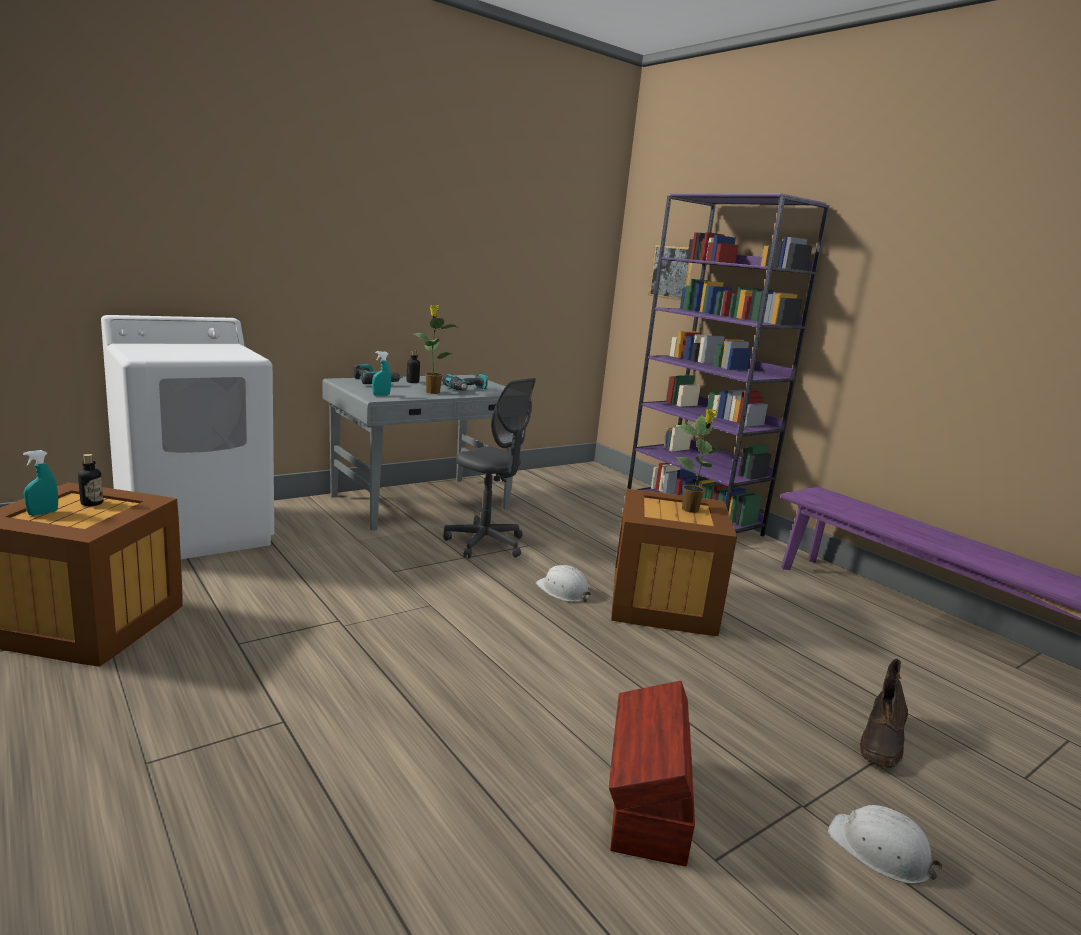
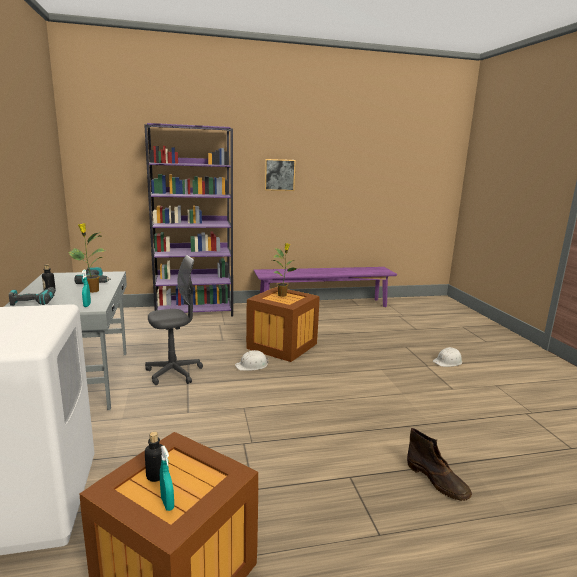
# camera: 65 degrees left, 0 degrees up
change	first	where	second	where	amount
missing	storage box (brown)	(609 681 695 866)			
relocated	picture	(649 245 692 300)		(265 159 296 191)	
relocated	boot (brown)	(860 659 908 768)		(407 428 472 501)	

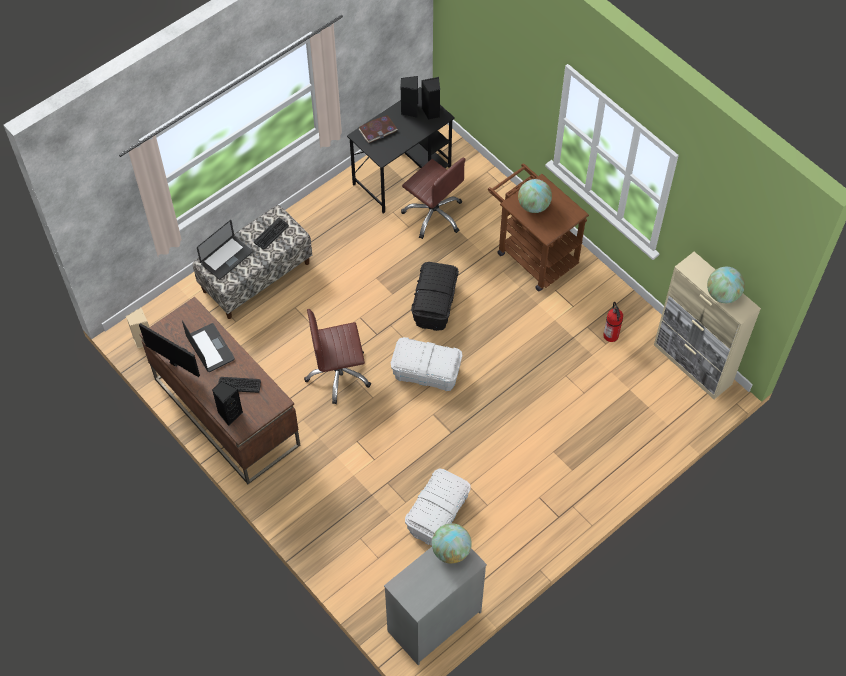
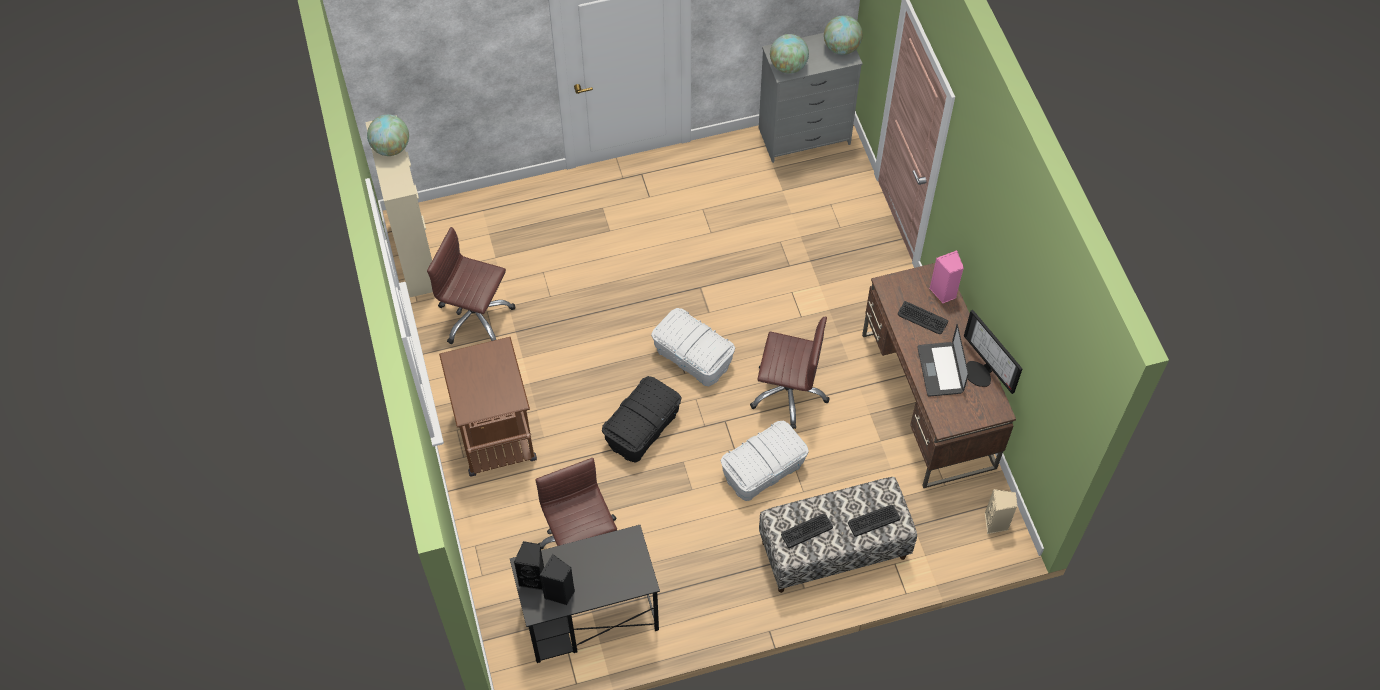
# camera: 155 degrees left, 0 degrees up
change	first	where	second	where	amount
exchanged	laptop	(197 220 253 280)	keyboard	(848 505 900 537)	
colour	speaker (black)	(212 381 243 426)	speaker (pink)	(929 250 964 303)	
missing	book	(359 115 398 143)			
relocated	storage box (white)	(405 468 471 545)		(721 421 809 501)	
relocated	globe	(518 179 552 213)		(824 15 863 55)	
exchanged	fire extinguisher	(603 302 623 342)	office chair (brown)	(427 227 515 344)	

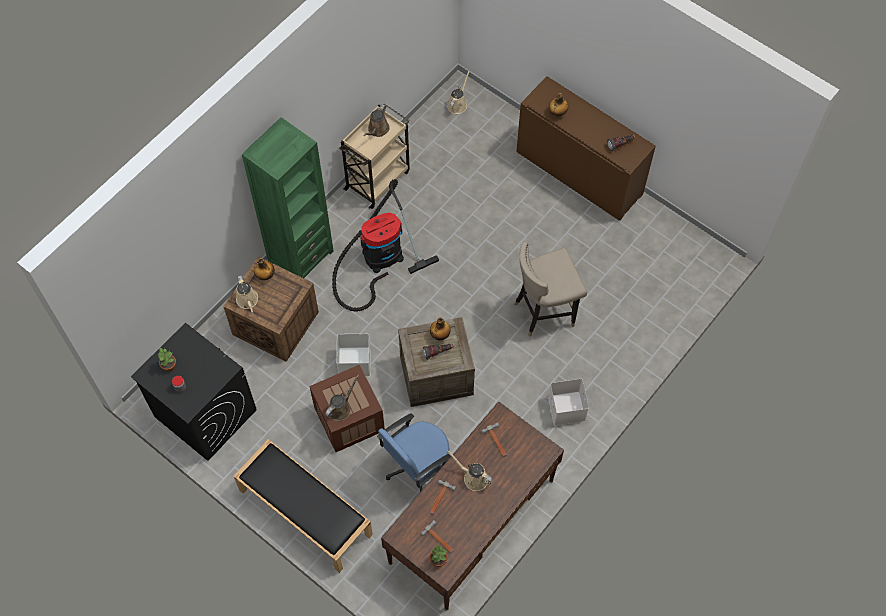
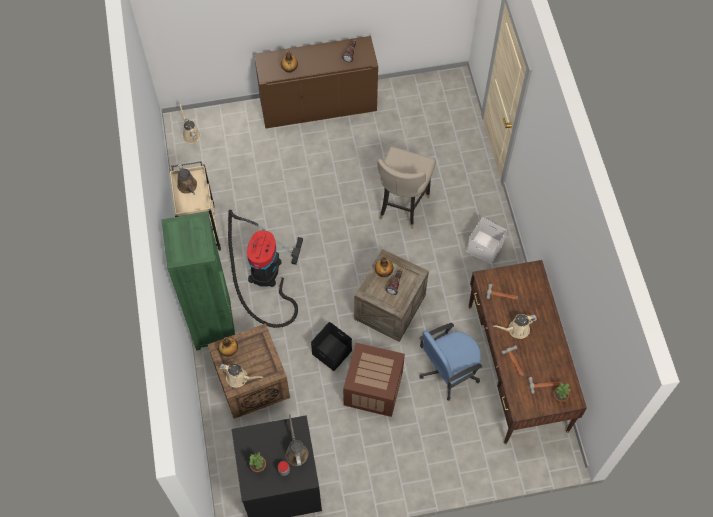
# camera: 50 degrees left, 0 degrees up
change	first	where	second	where	amount
missing	bench (black)	(234 439 373 573)			
relocated	watering can (brown)	(325 375 359 421)		(285 414 308 466)	
colour	storage box (white)	(336 334 371 377)	storage box (black)	(311 322 352 371)	
spun	office chair (blue)	(377 413 451 492)		(419 323 482 401)	60 degrees clockwise

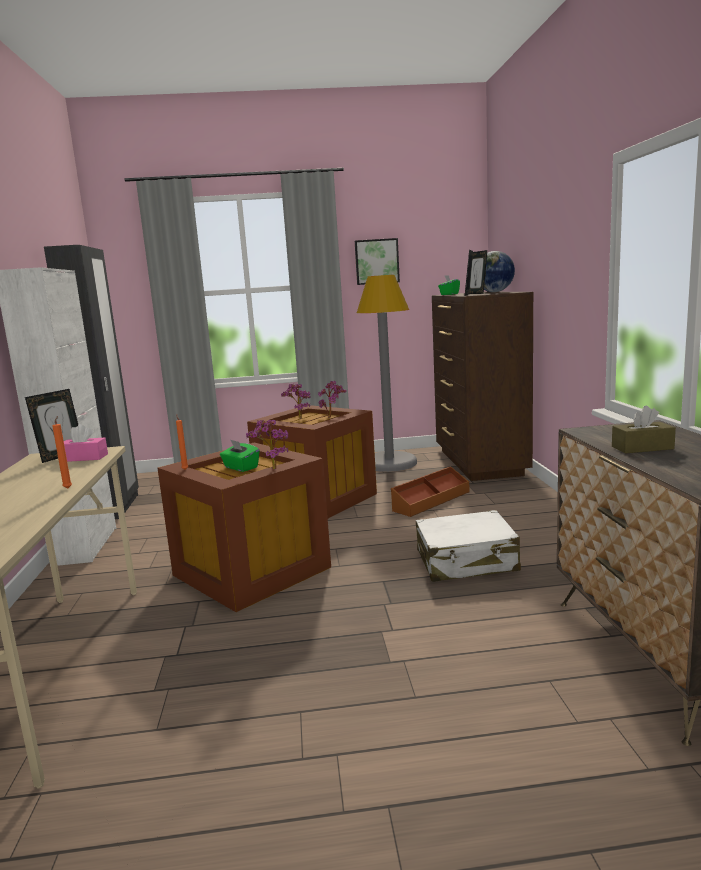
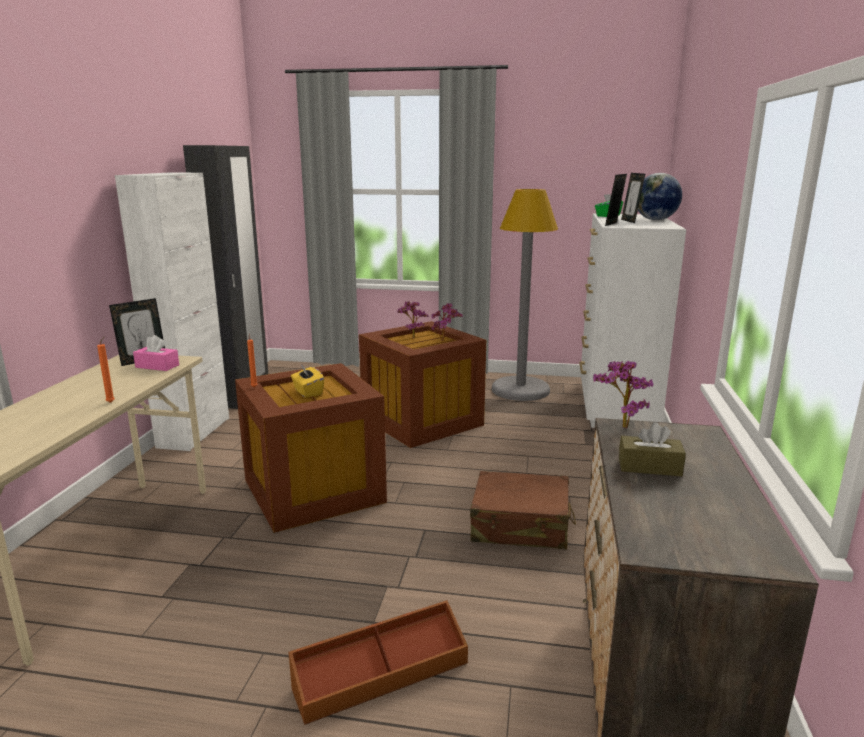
# camera: 15 degrees right, 5 degrees up
change	first	where	second	where	amount
colour	tissue box (green)	(220 439 260 472)	tissue box (yellow)	(291 363 324 398)	
relocated	potted plant	(246 419 288 470)		(593 361 653 428)	
missing	picture	(355 238 400 285)			
relocated	storage box (brown)	(391 466 470 517)		(288 600 468 725)	
colour	suitcase (white)	(416 510 521 582)	suitcase (brown)	(470 471 576 550)	
colour	dresser (brown)	(432 292 533 481)	dresser (white)	(579 214 686 428)	

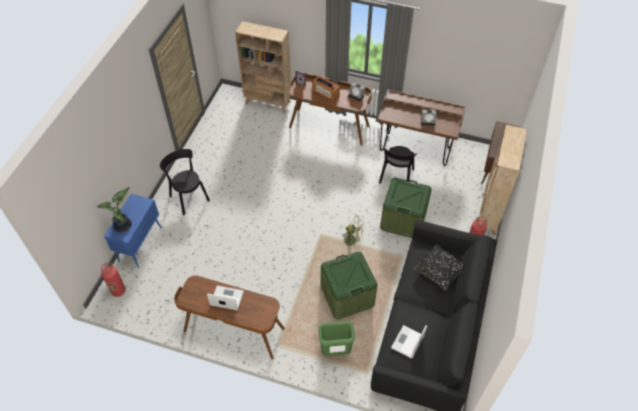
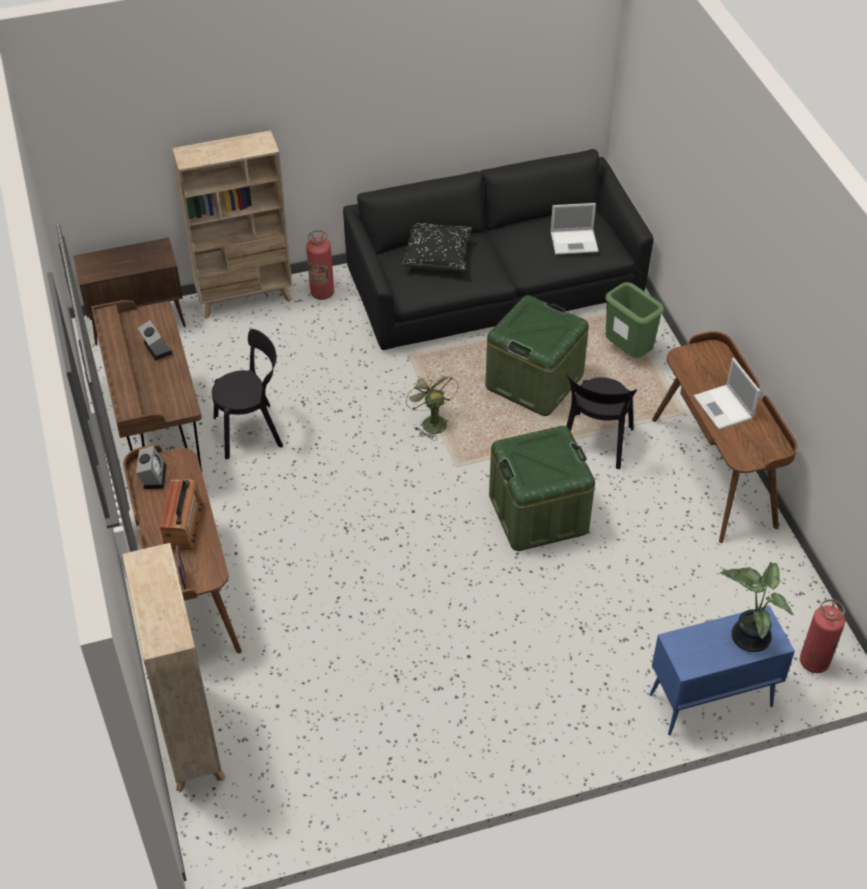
# camera: 125 degrees left, 5 degrees down
change	first	where	second	where	amount
relocated	chair (black)	(160 149 210 215)		(566 373 637 469)	
relocated	storage box (green)	(380 178 432 238)		(489 426 595 551)	

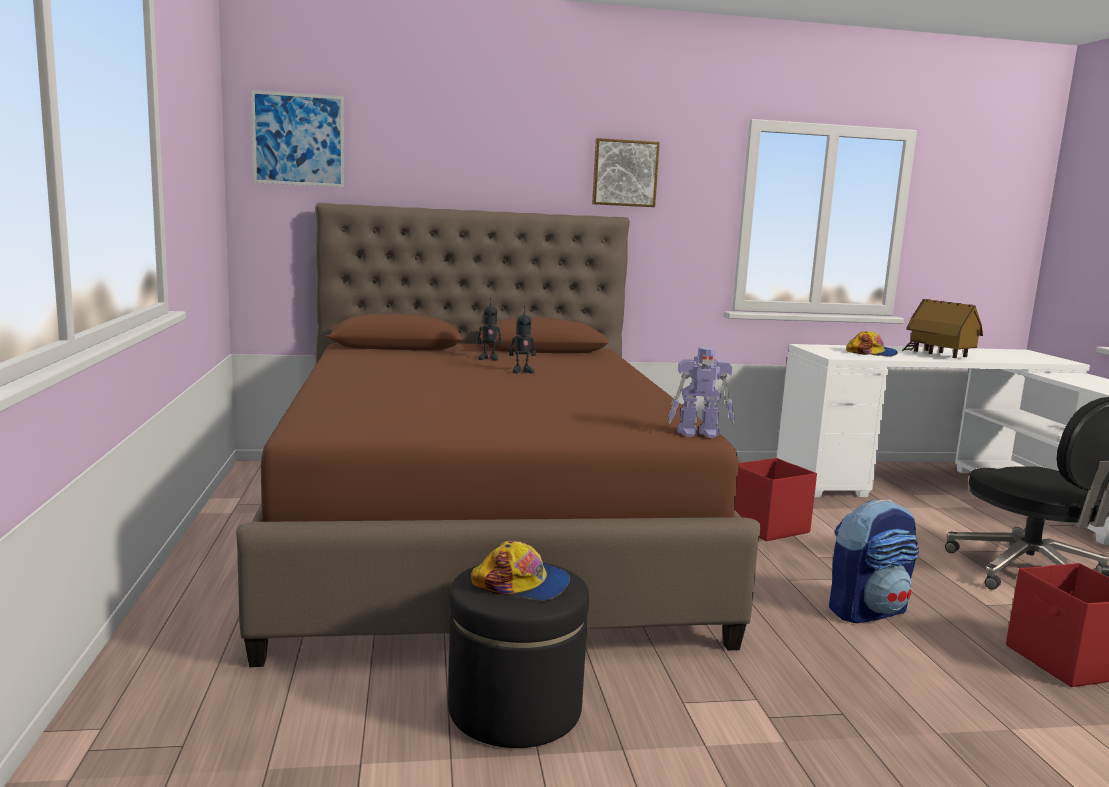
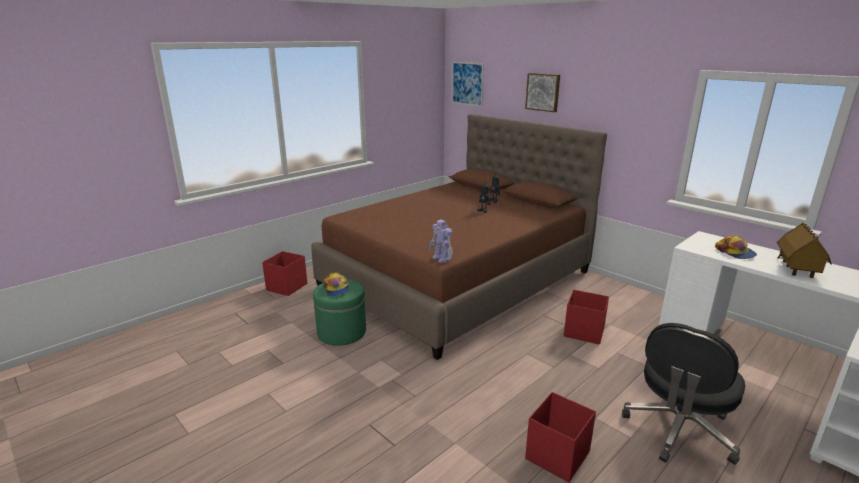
# camera: 55 degrees right, 10 degrees up
change	first	where	second	where	amount
colour	ottoman (black)	(448 562 589 748)	ottoman (green)	(313 279 366 346)	
relocated	picture	(592 138 660 207)		(525 73 560 112)	
missing	backpack	(829 500 919 623)			
appeared			storage box (red)	(262 251 307 296)	

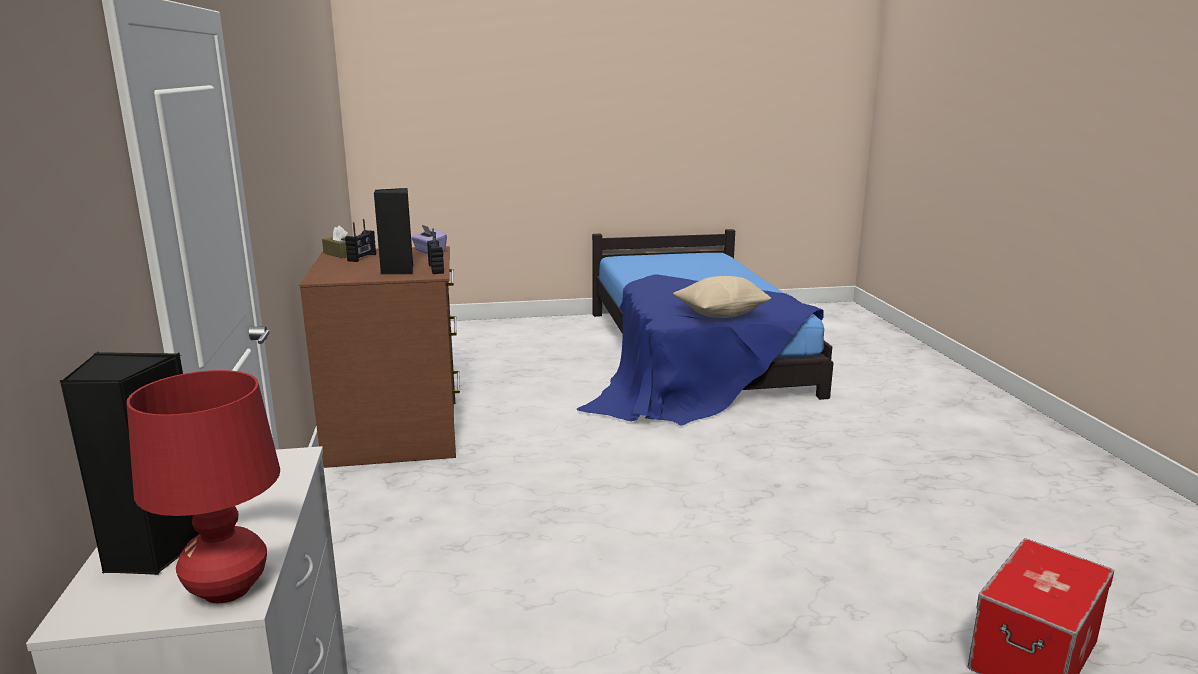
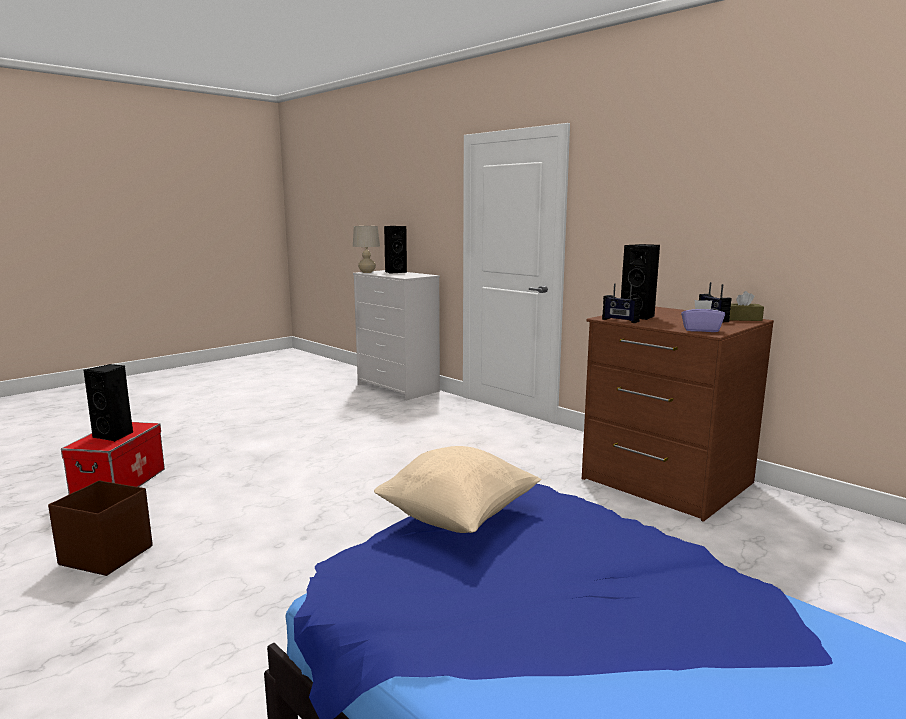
# camera: 145 degrees right, 5 degrees down
change	first	where	second	where	amount
colour	table lamp (red)	(127 370 280 603)	table lamp (beige)	(353 226 380 273)	
appeared			storage box (brown)	(48 480 153 576)	
appeared			speaker (black)	(84 364 133 442)	

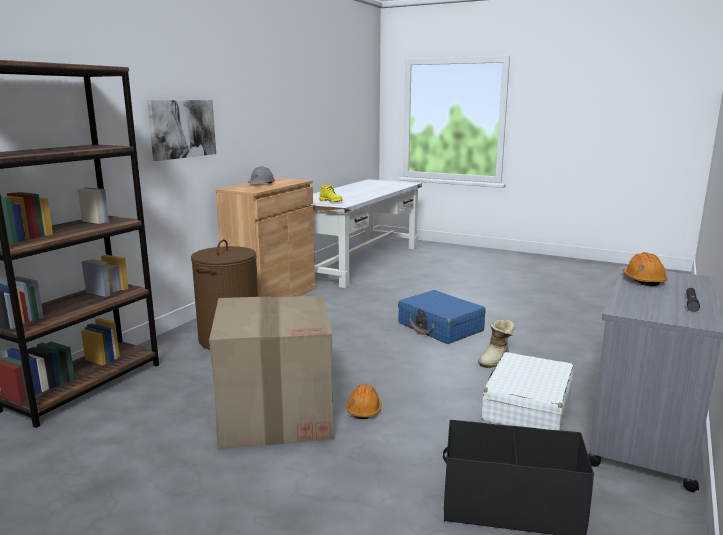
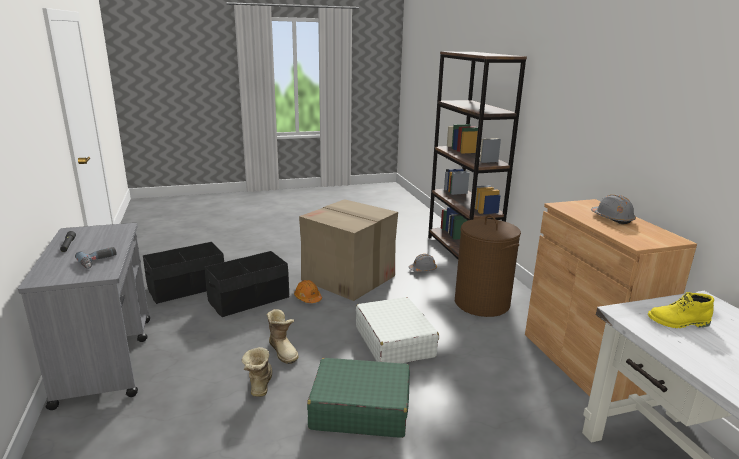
# camera: 135 degrees right, 5 degrees up
change	first	where	second	where	amount
missing	picture	(147 100 216 161)			
colour	suitcase (blue)	(398 290 486 344)	suitcase (green)	(307 358 410 438)	
relocated	suitcase (white)	(482 352 574 430)		(356 297 439 363)	
exchanged	hard hat (orange)	(623 252 667 286)	power drill	(75 247 117 269)	
appeared			storage box (black)	(205 251 289 317)	
appeared			boot	(267 309 299 364)	
appeared			hard hat (grey)	(409 254 437 272)	

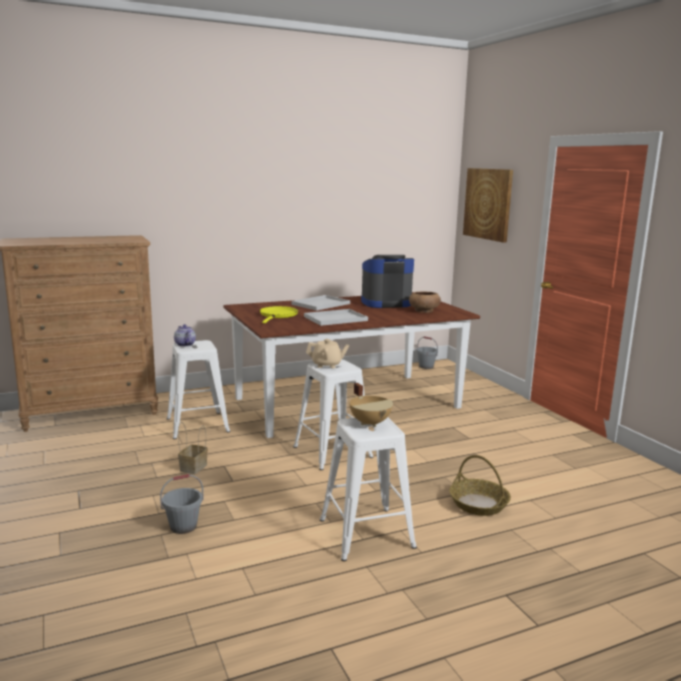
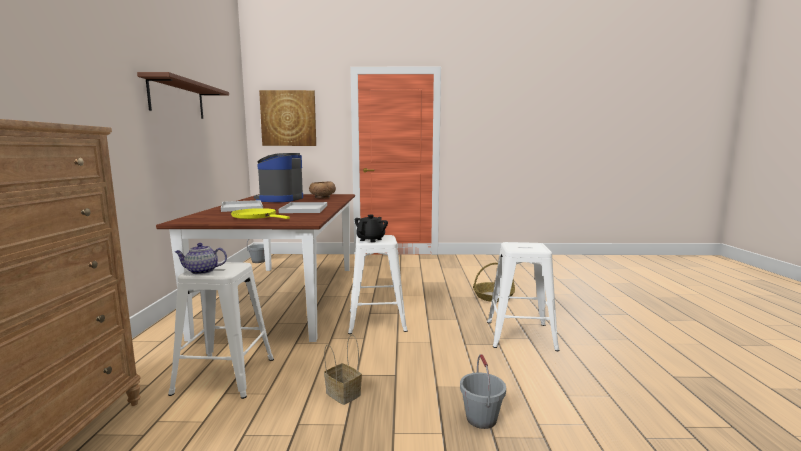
# camera: 65 degrees left, 5 degrees down
change	first	where	second	where	amount
colour	teapot (beige)	(306 339 349 368)	teapot (black)	(355 215 388 242)	
missing	cooking pot (beige)	(349 383 393 427)			
appeared			shelf (brown)	(137 72 229 119)	

